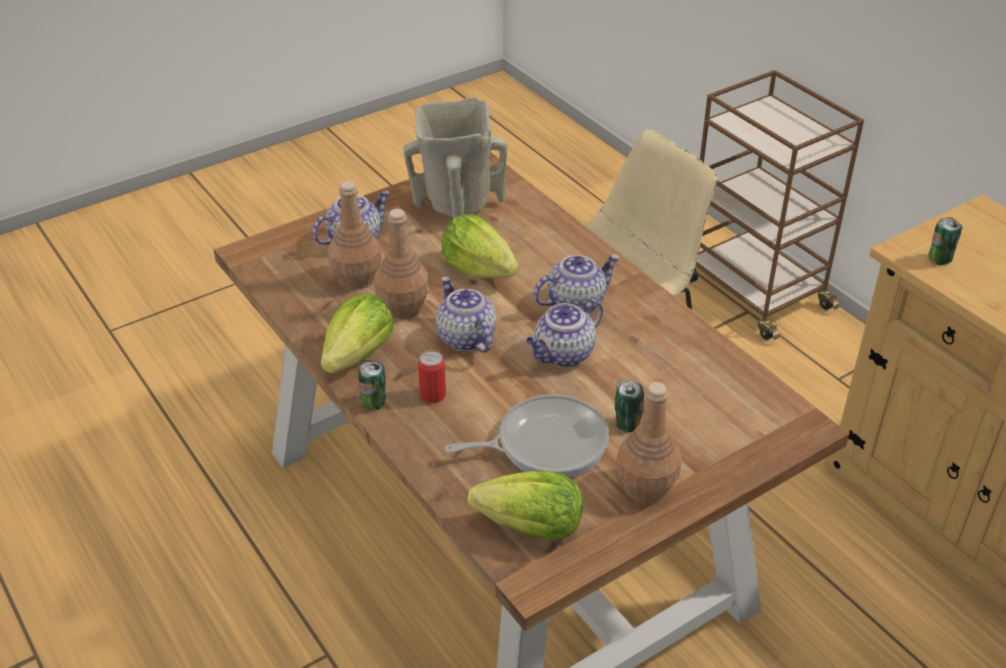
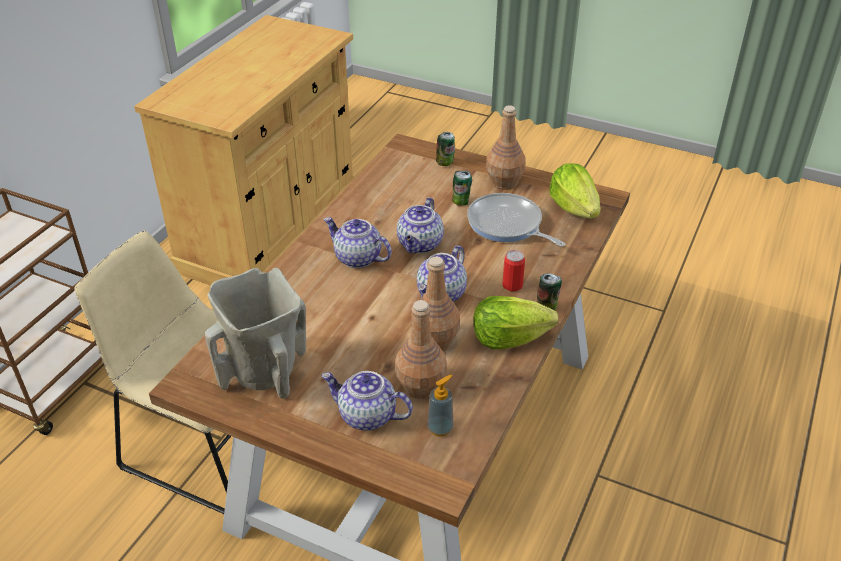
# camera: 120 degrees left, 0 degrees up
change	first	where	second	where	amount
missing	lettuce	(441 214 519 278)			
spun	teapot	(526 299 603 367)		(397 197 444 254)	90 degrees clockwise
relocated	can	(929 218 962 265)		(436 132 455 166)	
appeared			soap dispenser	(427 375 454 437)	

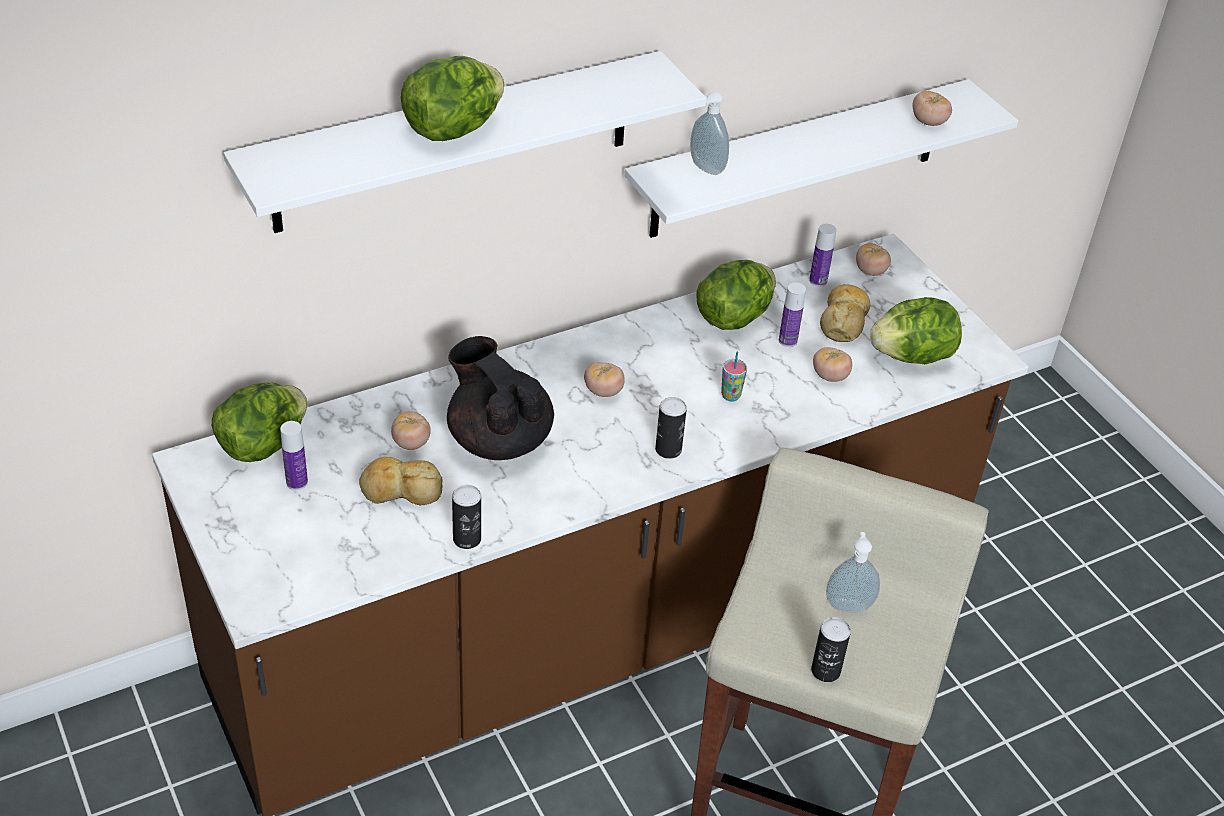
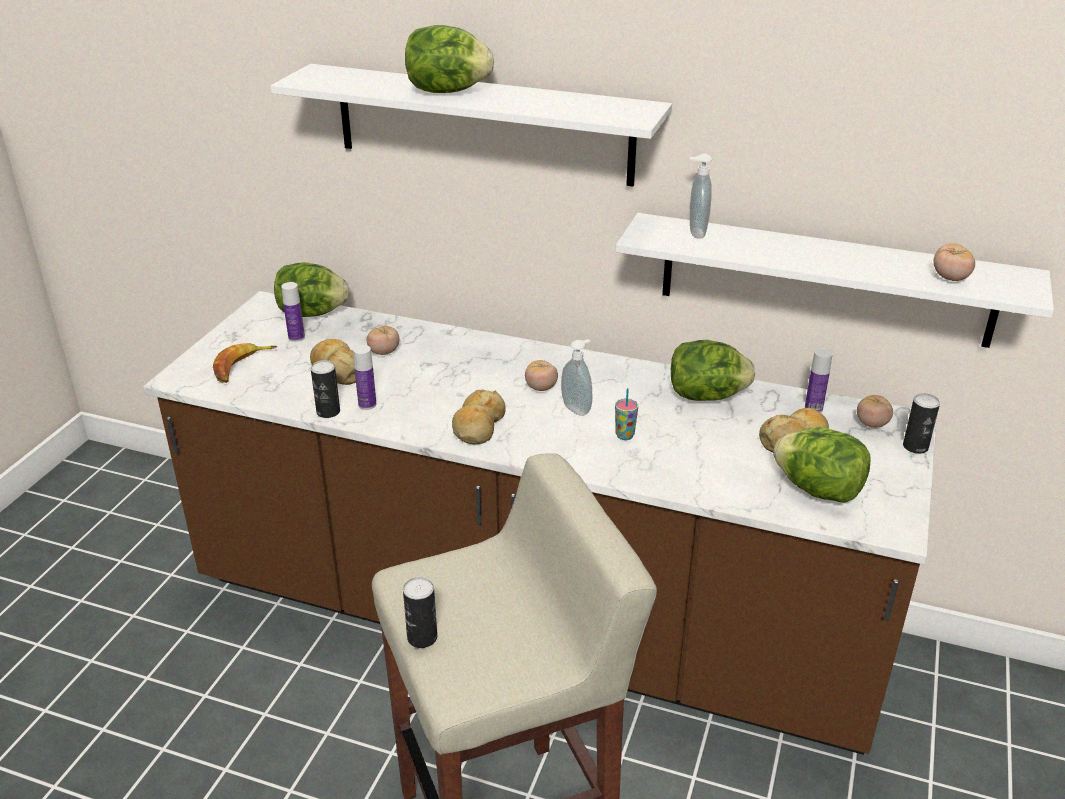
# camera: 50 degrees right, 10 degrees down
change	first	where	second	where	amount
missing	teapot (black)	(447 336 554 460)			
relocated	can	(655 397 687 459)		(903 393 940 454)	
relocated	bottle	(779 282 806 347)		(353 345 376 410)	
missing	tomato	(813 347 852 382)			
relocated	soap dispenser	(826 532 880 612)		(561 339 592 416)	
appeared			banana	(213 343 277 383)	
appeared			bread	(452 389 506 444)	

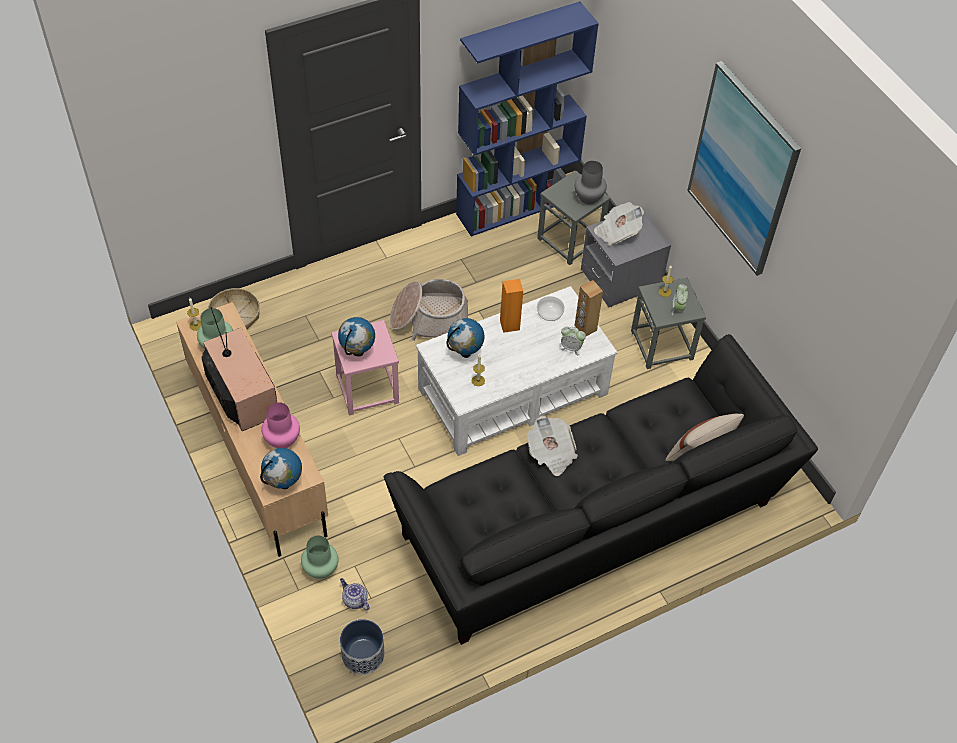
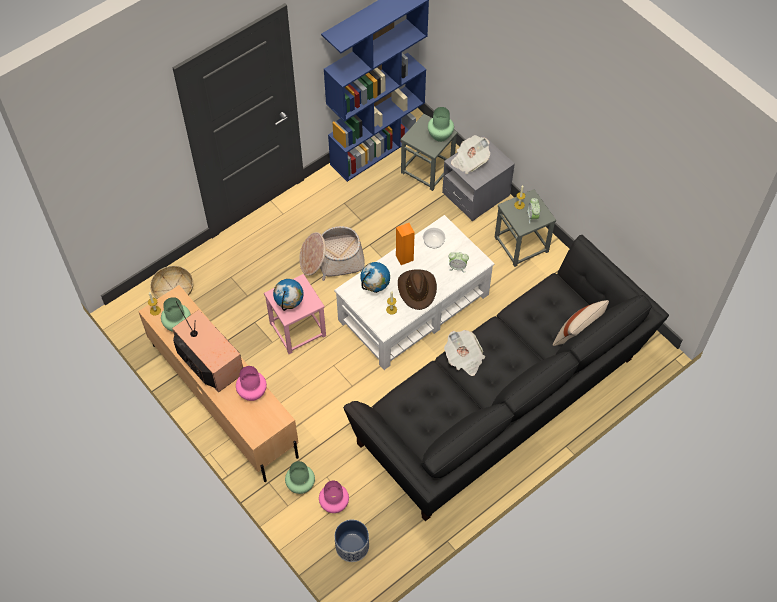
# camera: 10 degrees left, 5 degrees up
change	first	where	second	where	amount
missing	globe	(260 448 302 489)			
exchanged	teapot	(340 578 370 610)	vase (pink)	(319 481 349 513)	
colour	vase (grey)	(575 161 607 205)	vase (green)	(428 107 454 142)	
missing	speaker (brown)	(575 280 603 336)			
missing	picture	(687 61 801 276)			
appeared			hat (brown)	(398 269 437 310)	

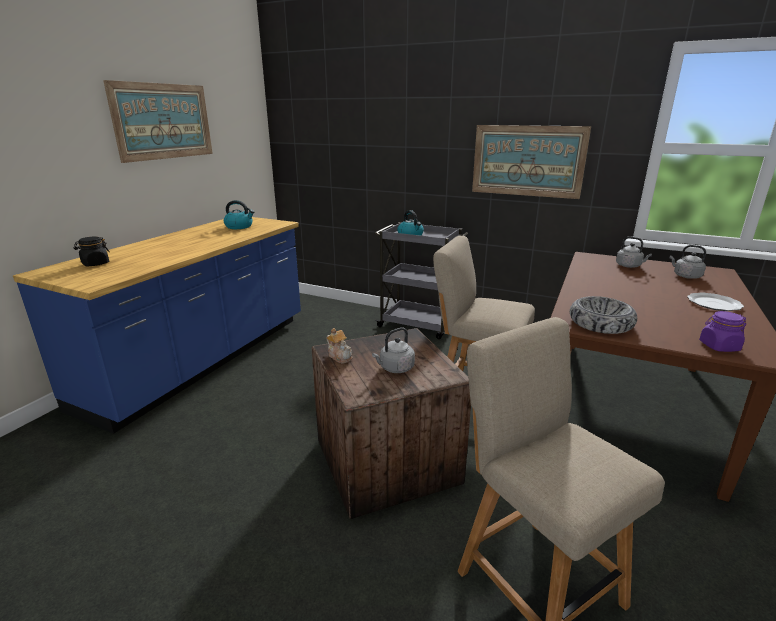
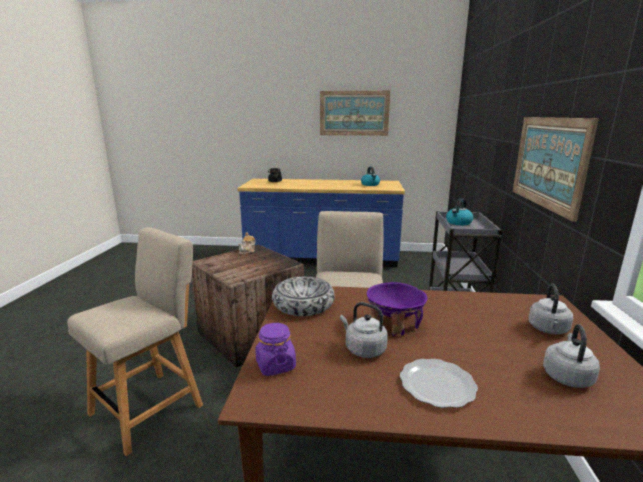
# camera: 70 degrees right, 5 degrees down
change	first	where	second	where	amount
relocated	kettle (grey)	(372 327 415 373)		(340 302 388 358)	
appeared			bowl (purple)	(367 282 427 336)	

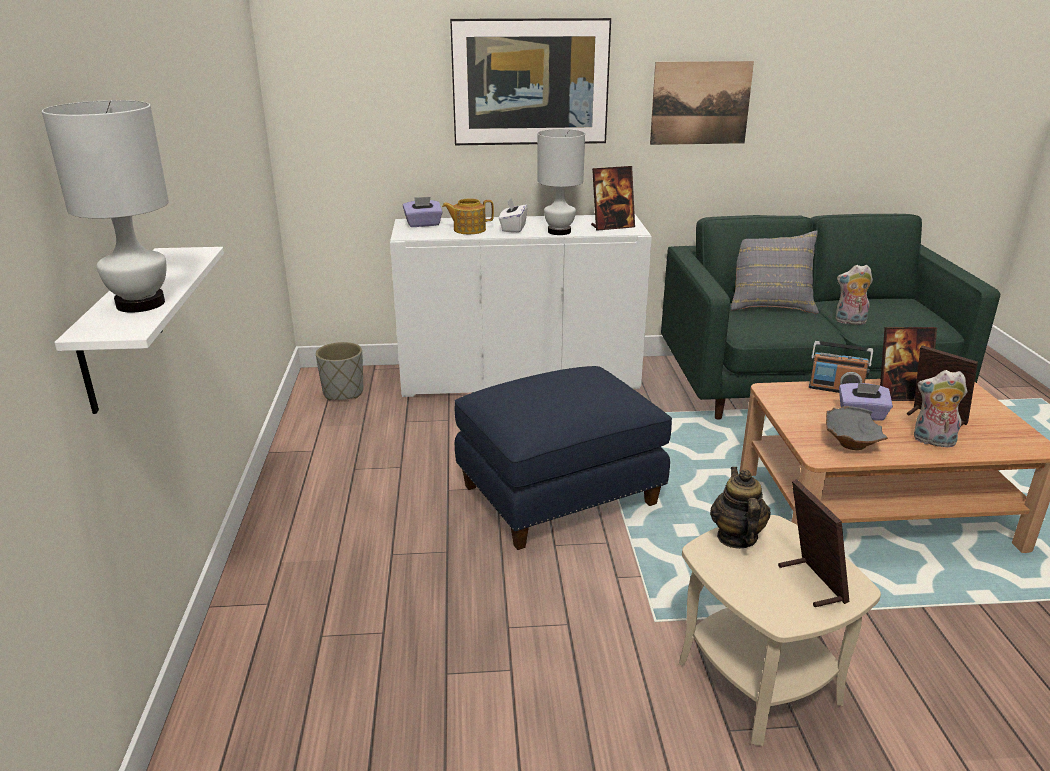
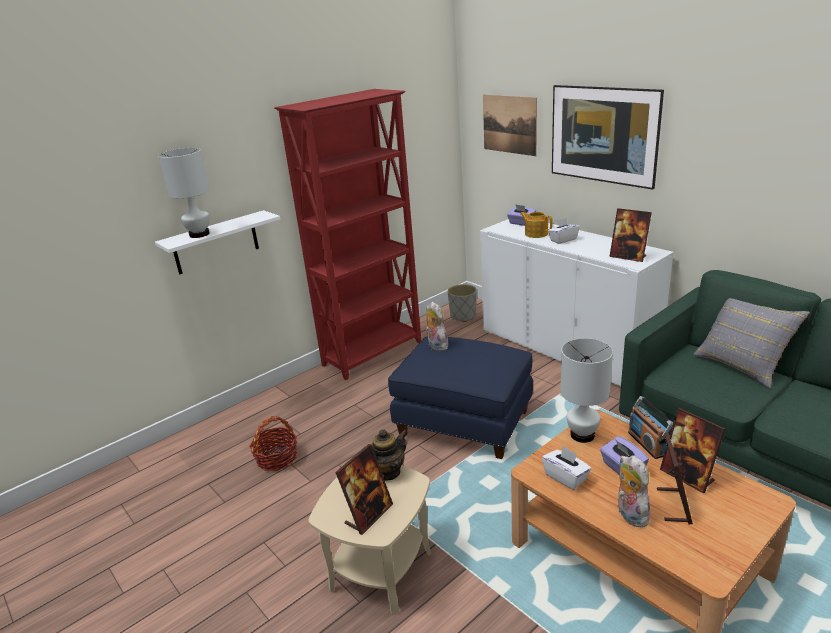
# camera: 55 degrees right, 0 degrees up
change	first	where	second	where	amount
relocated	table lamp (white)	(537 129 585 235)		(560 338 613 443)	
relocated	picture	(650 61 754 145)		(483 95 537 156)	
exchanged	bowl (grey)	(826 406 888 450)	tissue box (white)	(542 446 591 490)	
relocated	plush toy	(836 265 873 325)		(426 302 448 351)	
appeared			basket	(249 416 297 471)	
appeared			bookcase (red)	(274 89 421 380)	

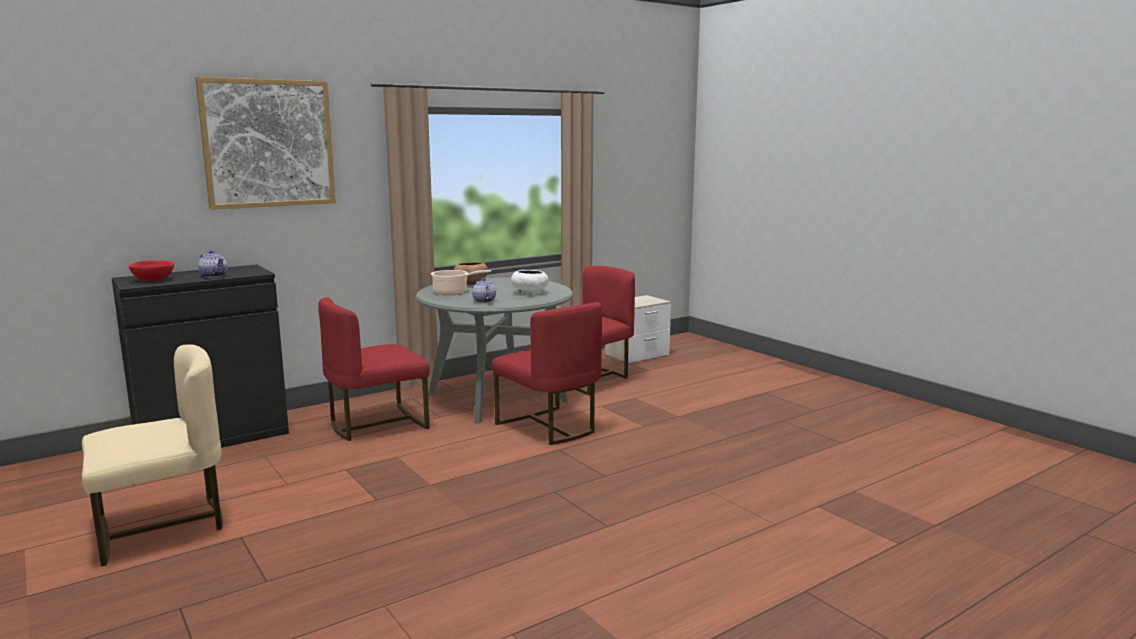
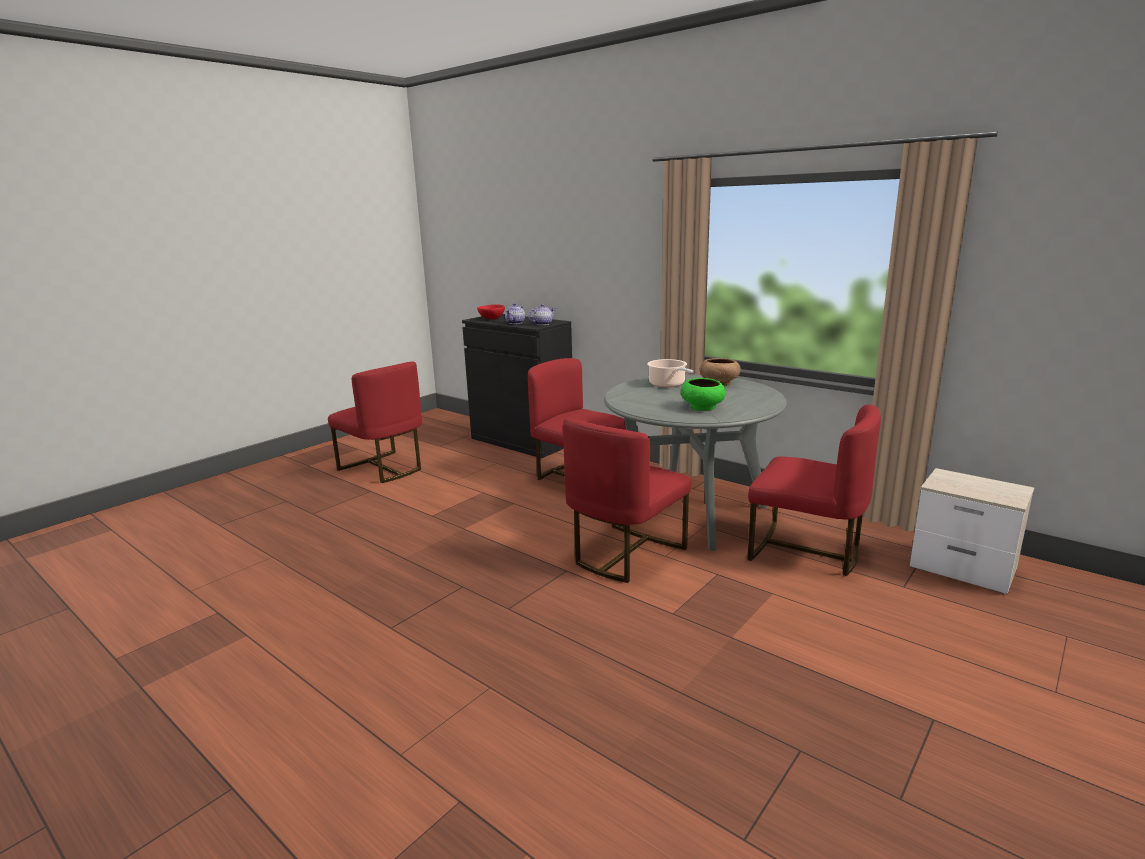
# camera: 75 degrees right, 5 degrees up
change	first	where	second	where	amount
colour	chair (beige)	(82 344 223 566)	chair (red)	(328 361 422 483)	
missing	picture	(195 77 336 210)			
relocated	teapot	(472 278 496 303)		(528 304 555 325)	
colour	bowl (white)	(511 270 548 295)	bowl (green)	(681 378 726 411)	

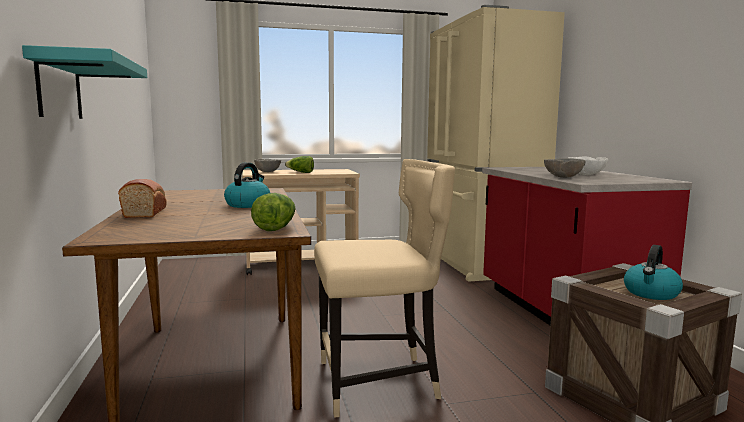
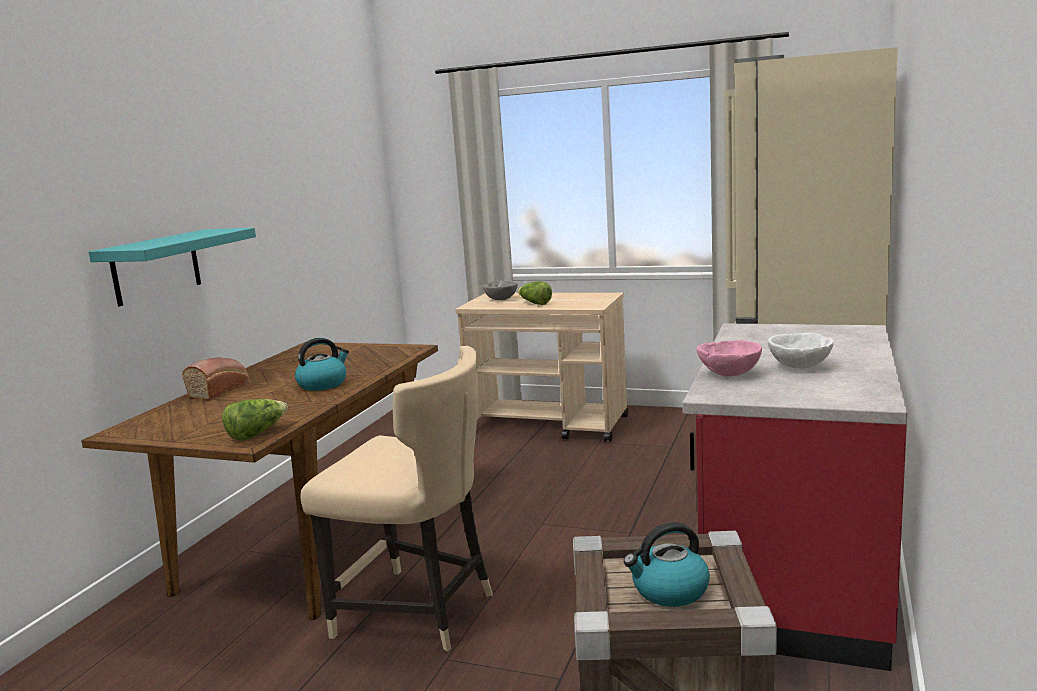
# camera: 35 degrees right, 5 degrees up
change	first	where	second	where	amount
colour	bowl (grey)	(544 158 586 178)	bowl (pink)	(697 340 762 377)	

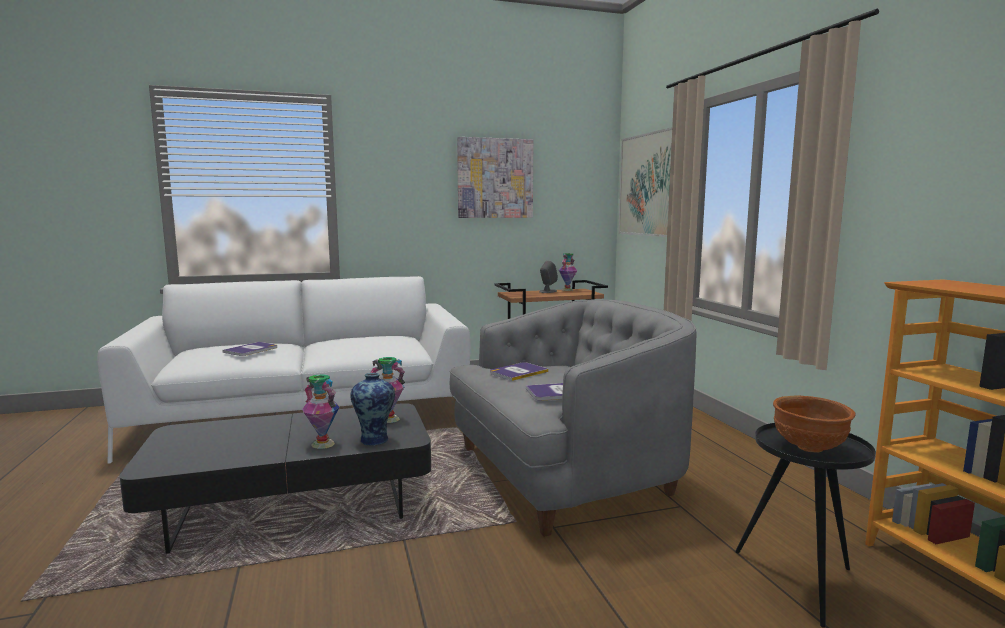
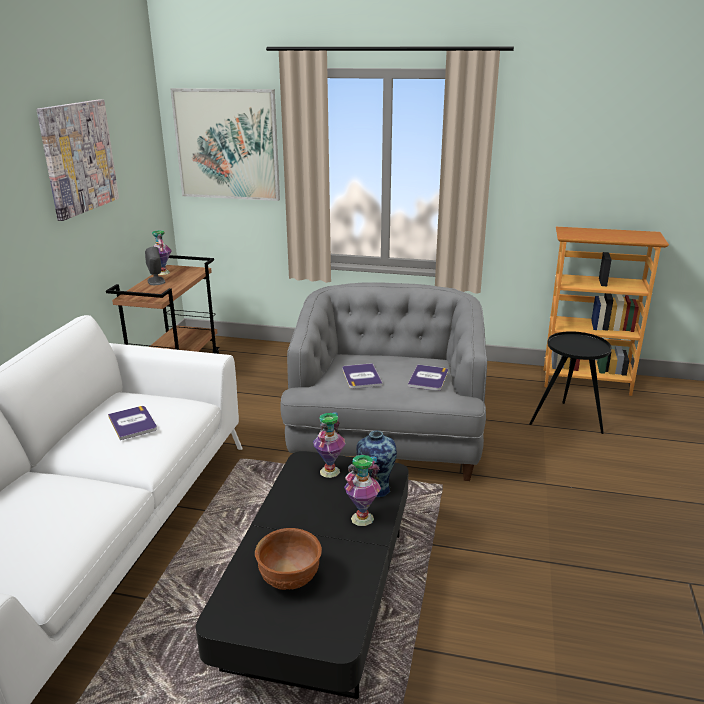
# camera: 60 degrees left, 15 degrees up
change	first	where	second	where	amount
relocated	book	(222 342 277 356)		(108 406 157 440)	
relocated	bowl (brown)	(773 396 856 453)		(255 528 322 590)	

